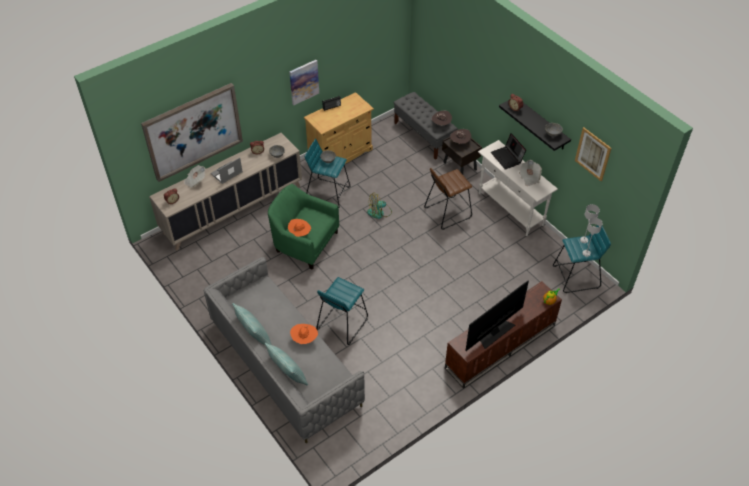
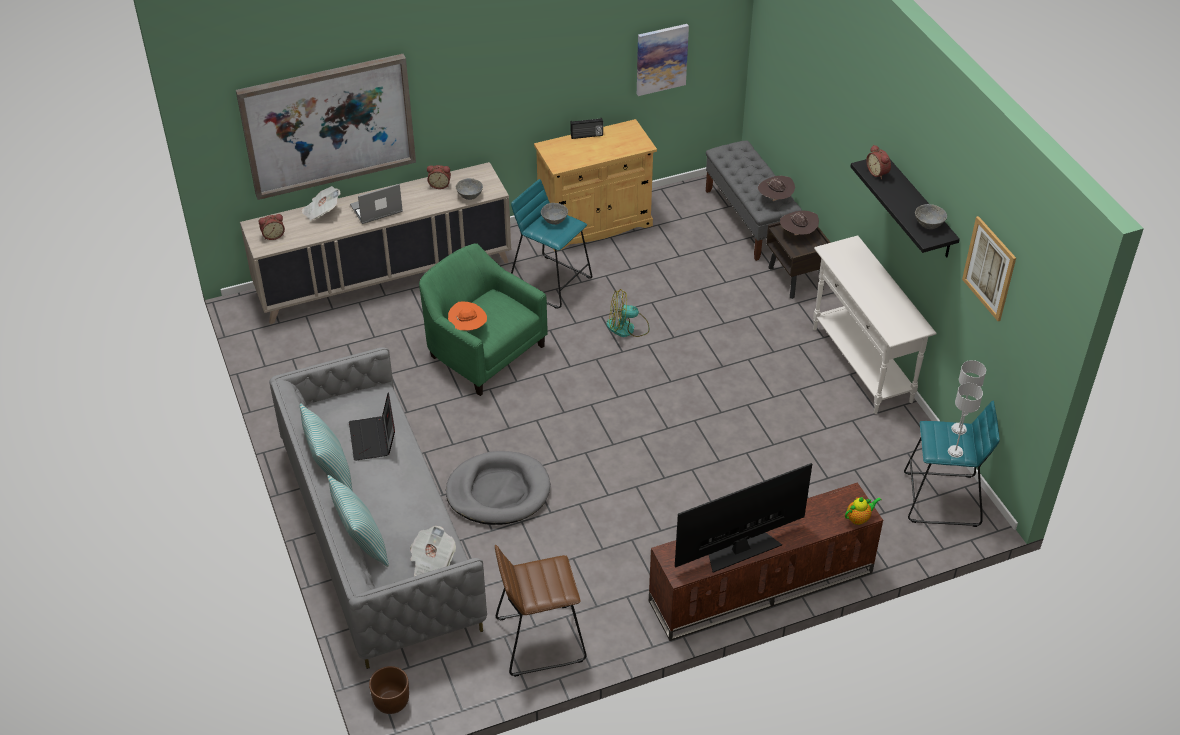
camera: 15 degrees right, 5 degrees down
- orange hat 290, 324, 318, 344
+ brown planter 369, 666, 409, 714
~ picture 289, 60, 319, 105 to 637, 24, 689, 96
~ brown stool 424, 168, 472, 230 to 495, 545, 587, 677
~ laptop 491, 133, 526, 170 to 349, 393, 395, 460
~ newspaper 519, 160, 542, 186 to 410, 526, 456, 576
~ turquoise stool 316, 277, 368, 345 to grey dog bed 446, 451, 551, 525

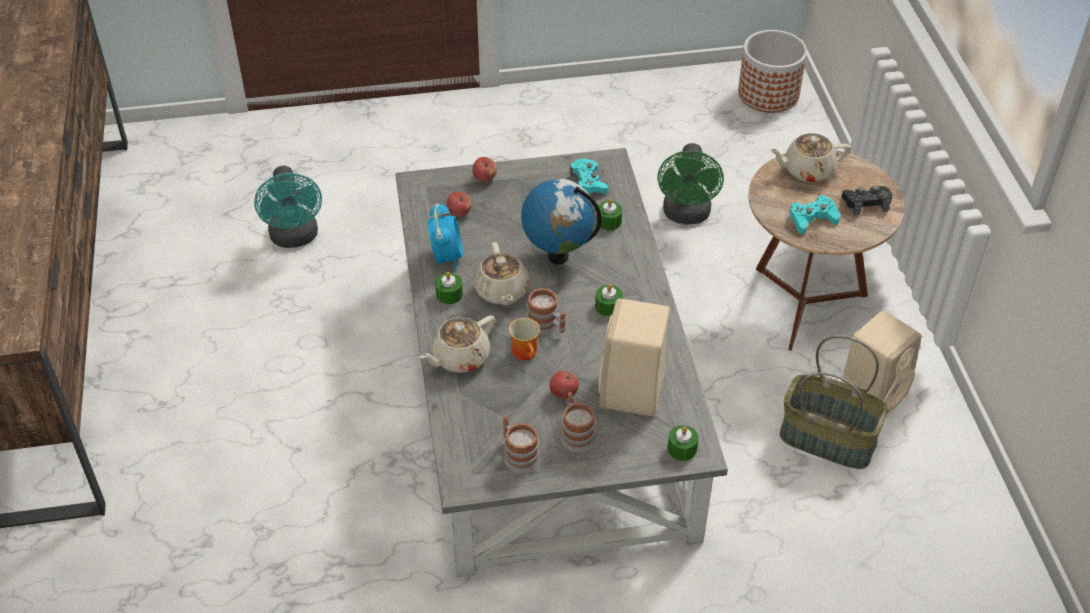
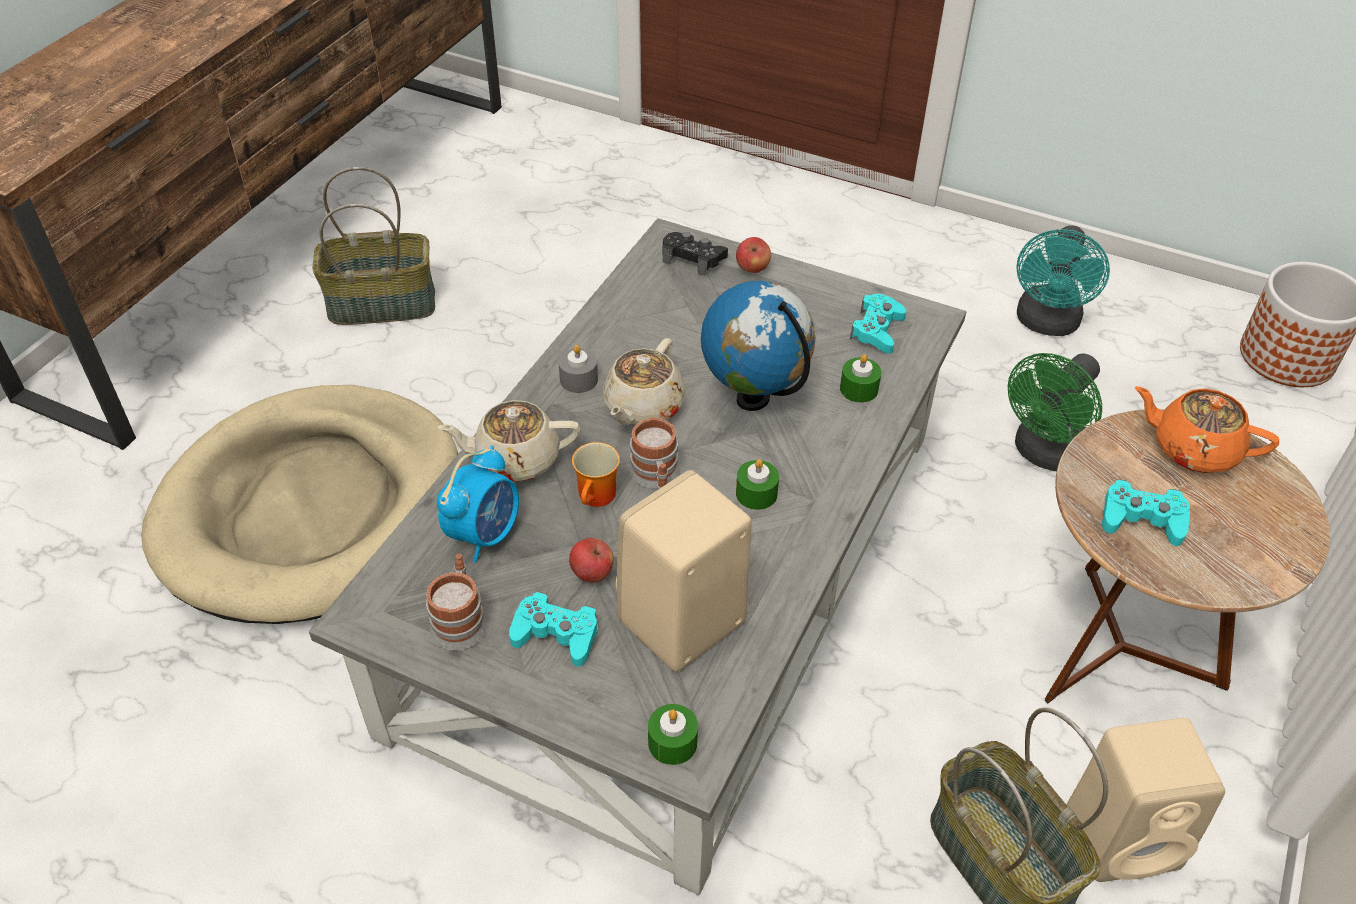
camera: 35 degrees right, 0 degrees up
- apple 447, 192, 472, 217
+ beige dog bed 141, 385, 458, 624
+ basket 312, 167, 435, 325
~ turquoise fan 254, 166, 322, 248 to 1016, 225, 1110, 336
~ alarm clock 428, 202, 463, 271 to 437, 446, 519, 563
~ black game controller 841, 186, 893, 215 to 662, 232, 728, 276
~ mug 560, 392, 596, 452 to turquoise game controller 509, 592, 598, 667
~ green candle 435, 272, 463, 304 to grey candle 558, 345, 598, 393
~ beige teapot 769, 133, 851, 182 to orange teapot 1134, 386, 1279, 473

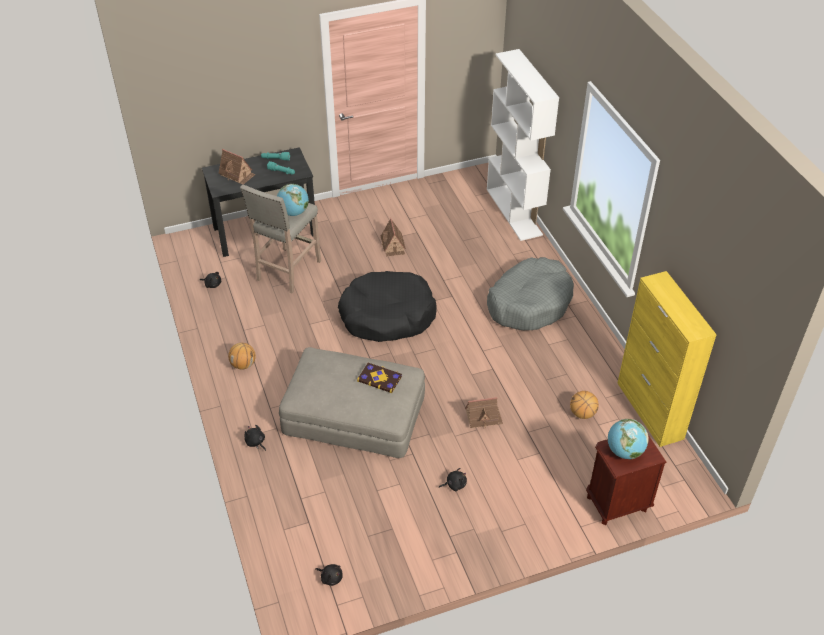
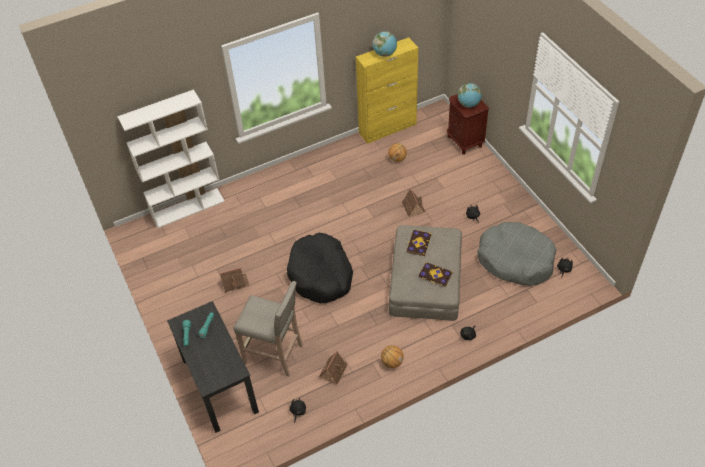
camera: 95 degrees left, 5 degrees up
+ book 418, 262, 453, 287
~ toy house 218, 149, 255, 185 to 319, 351, 348, 384
~ globe 277, 184, 309, 216 to 373, 31, 397, 57
~ grey dog bed 487, 257, 574, 330 to 477, 222, 557, 286

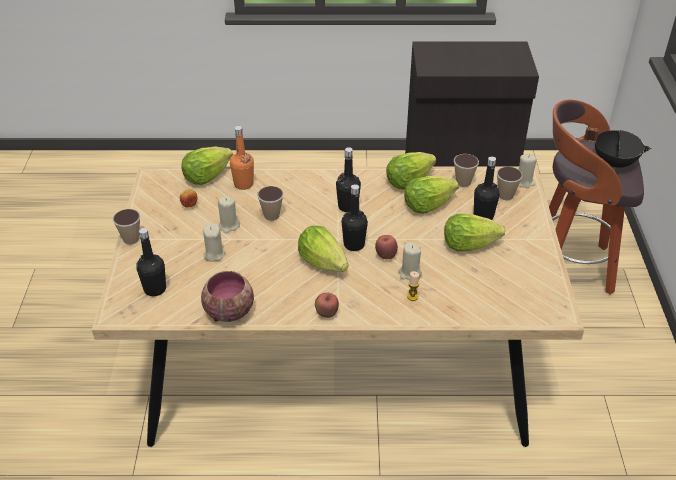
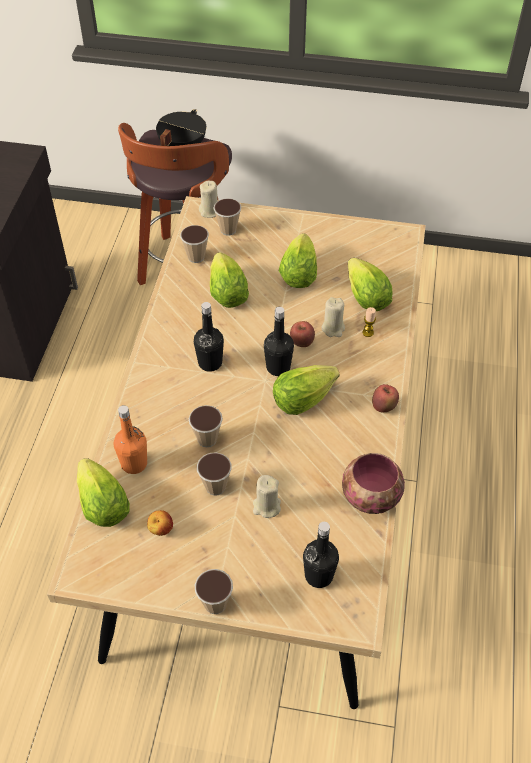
camera: 80 degrees left, 10 degrees up
- black bottle 474, 156, 500, 220
~ lettuce 386, 152, 436, 190 to 348, 258, 393, 311
~ beige candle 218, 196, 240, 233 to cup 197, 452, 232, 496

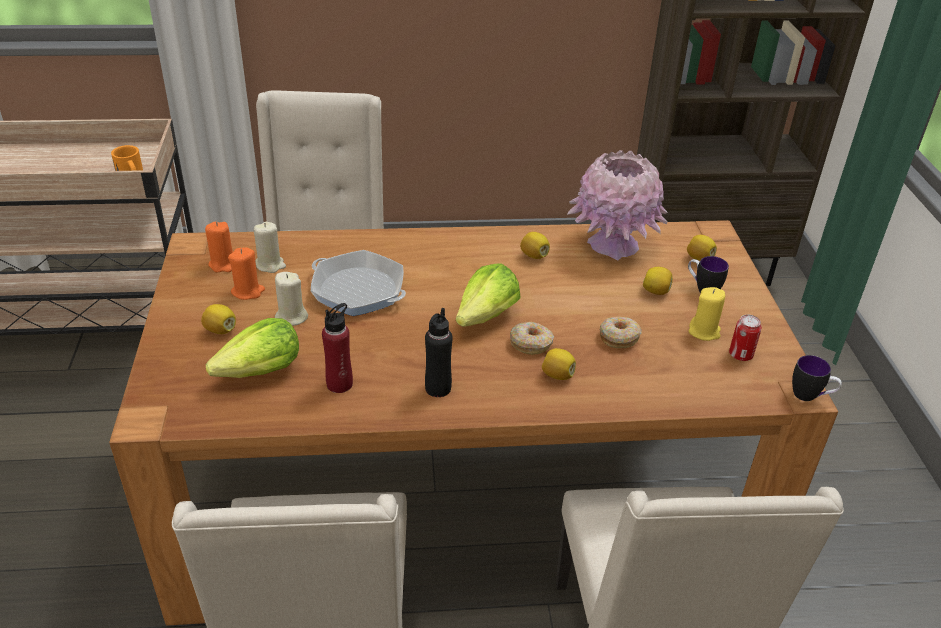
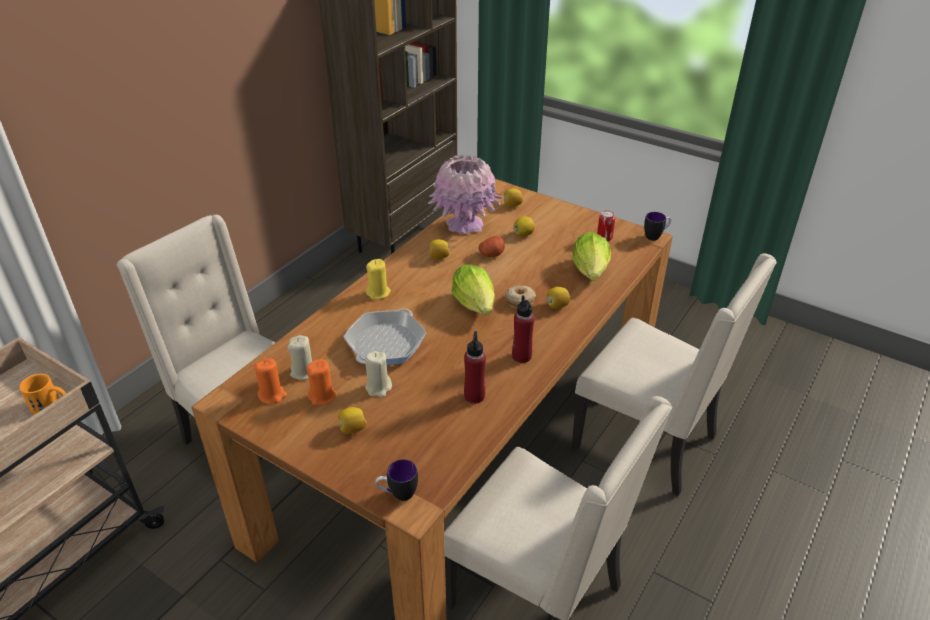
camera: 50 degrees left, 0 degrees up
- donut 600, 317, 642, 348
+ potato 479, 235, 505, 257
~ lettuce 206, 318, 299, 378 to 572, 232, 611, 280
~ mug 688, 256, 729, 293 to 375, 459, 418, 501
~ yellow candle 689, 287, 725, 341 to 366, 259, 391, 300
~ black bottle 425, 308, 452, 397 to red bottle 512, 295, 534, 363
~ frying pan 311, 250, 406, 316 = 343, 308, 427, 365 45 degrees counterclockwise

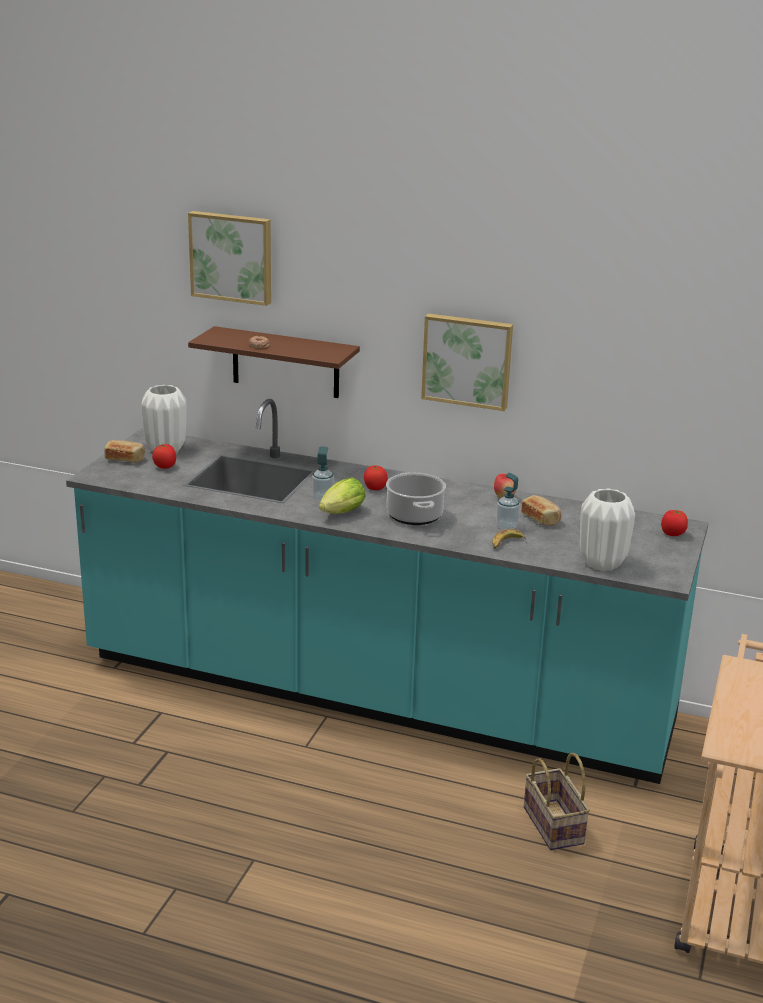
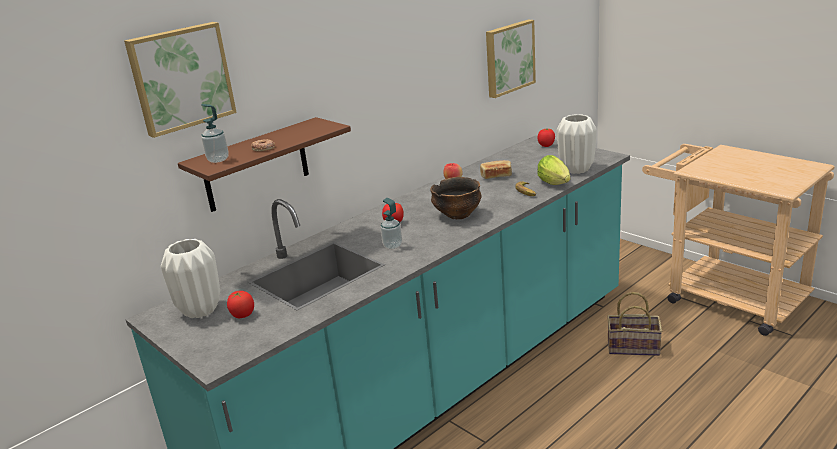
camera: 60 degrees left, 0 degrees up
- bread 104, 440, 145, 463
~ lettuce 319, 477, 366, 514 to 537, 155, 570, 185
~ picture 421, 313, 513, 411 to 486, 20, 536, 98
~ soap dispenser 496, 473, 520, 530 to 201, 104, 229, 163
~ cooking pot 386, 473, 446, 525 to bowl 430, 177, 481, 219

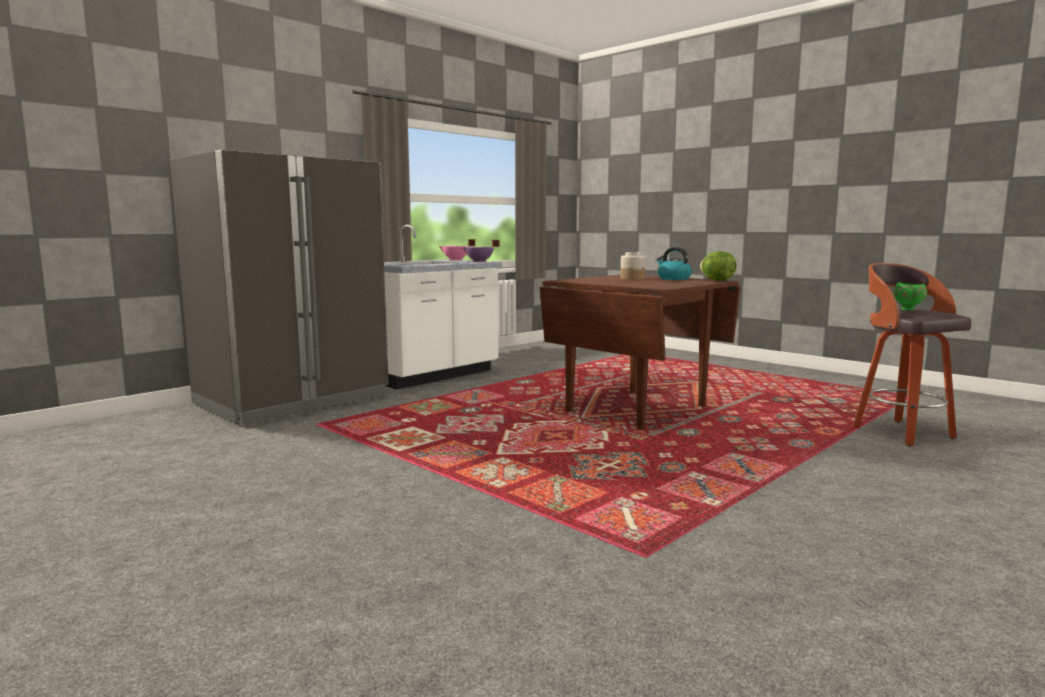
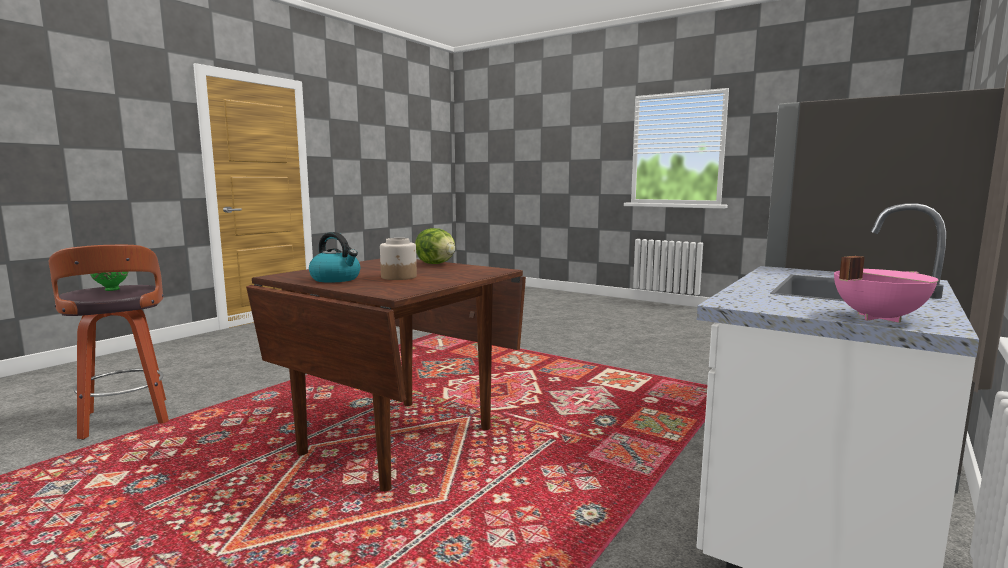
camera: 170 degrees right, 0 degrees up
- purple cooking pot 462, 240, 500, 262
~ lettuce 700, 251, 737, 281 to 415, 228, 455, 264

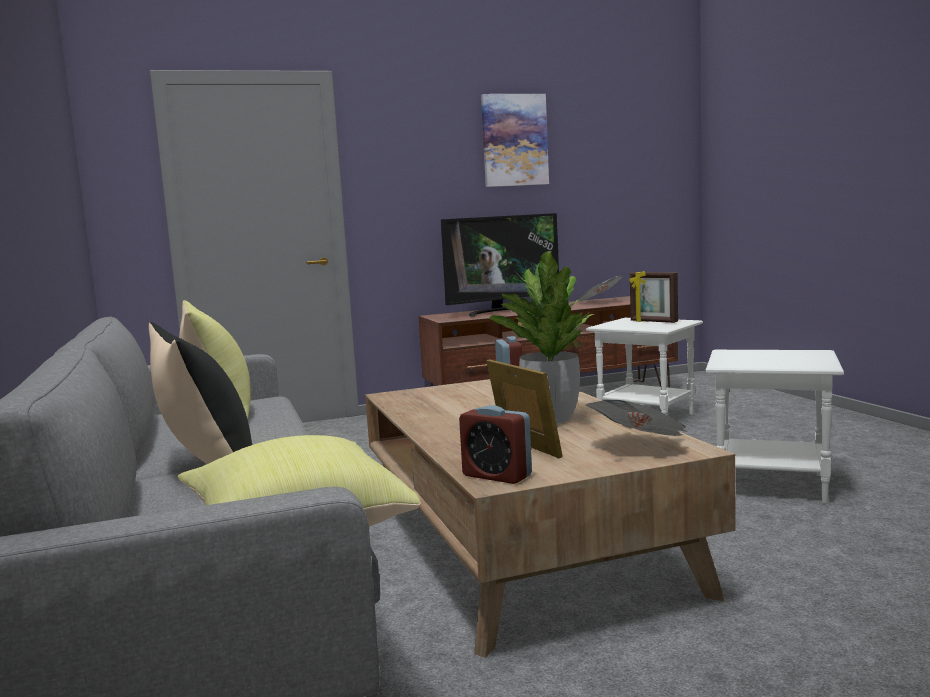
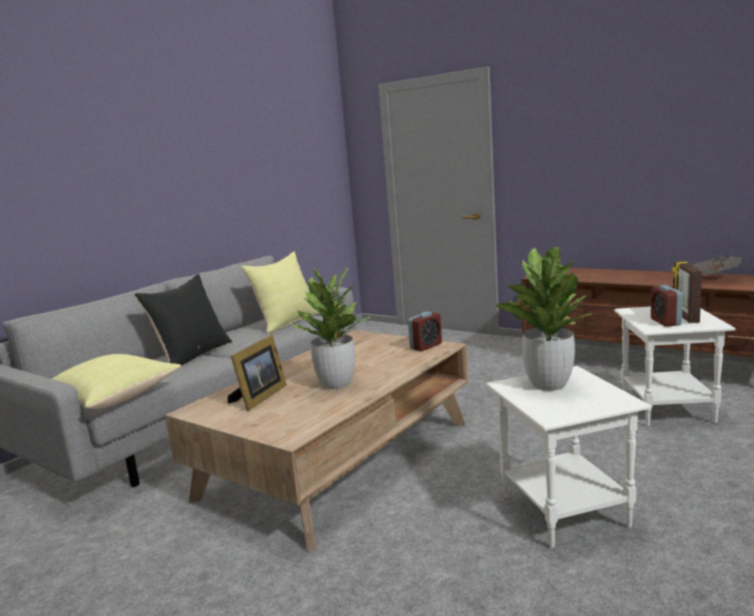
camera: 55 degrees right, 5 degrees up
- television 441, 213, 559, 317
- picture 481, 94, 549, 187
- newspaper 586, 400, 687, 436
+ potted plant 495, 247, 592, 391
~ alarm clock 459, 405, 532, 484 to 651, 285, 683, 327

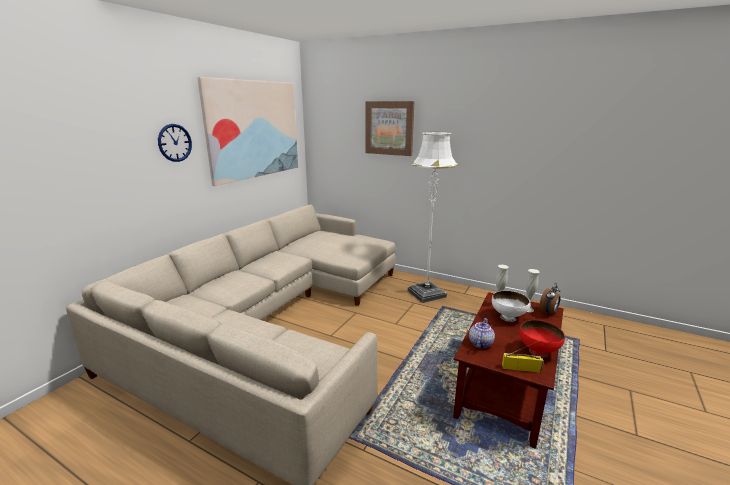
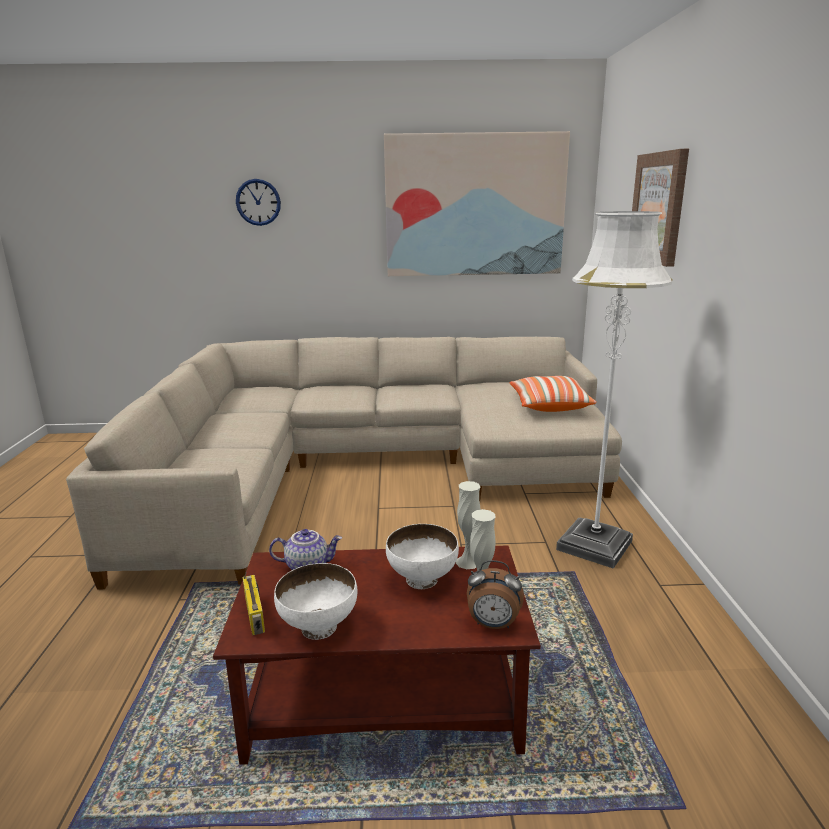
camera: 60 degrees right, 0 degrees up
+ pillow 509, 376, 596, 412
~ wall clock 158, 124, 192, 162 to 236, 179, 281, 226
~ red bowl 519, 320, 565, 358 to white bowl 274, 563, 358, 640

